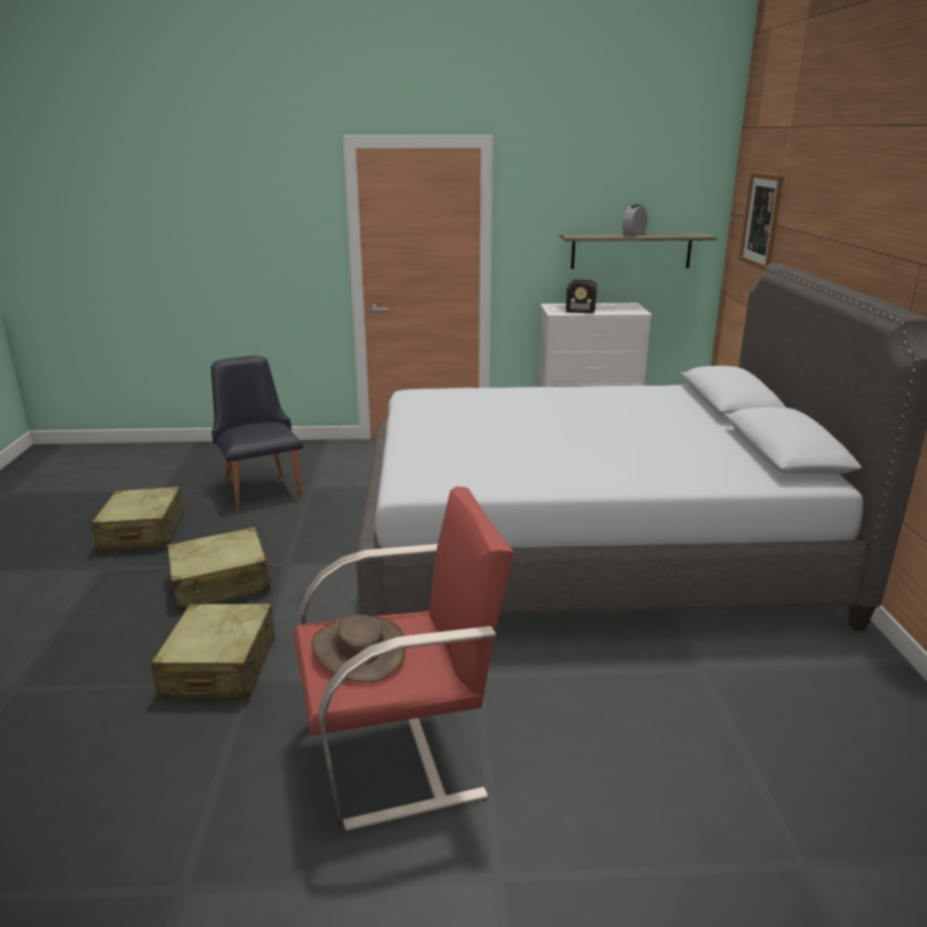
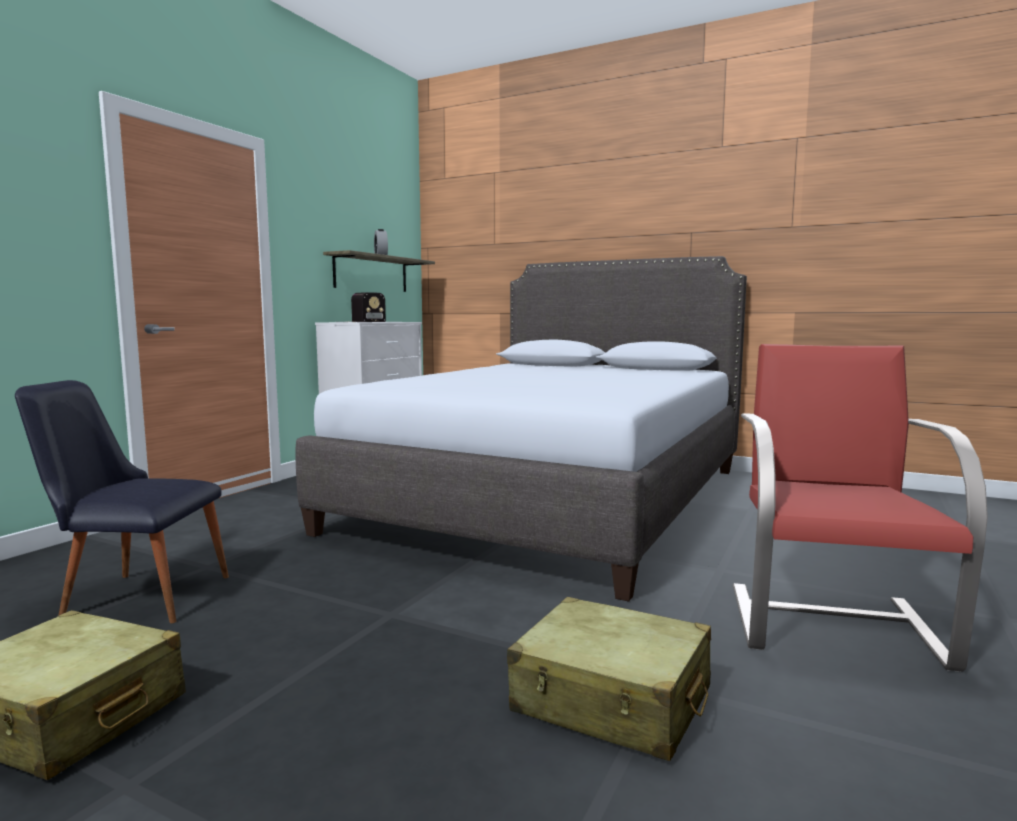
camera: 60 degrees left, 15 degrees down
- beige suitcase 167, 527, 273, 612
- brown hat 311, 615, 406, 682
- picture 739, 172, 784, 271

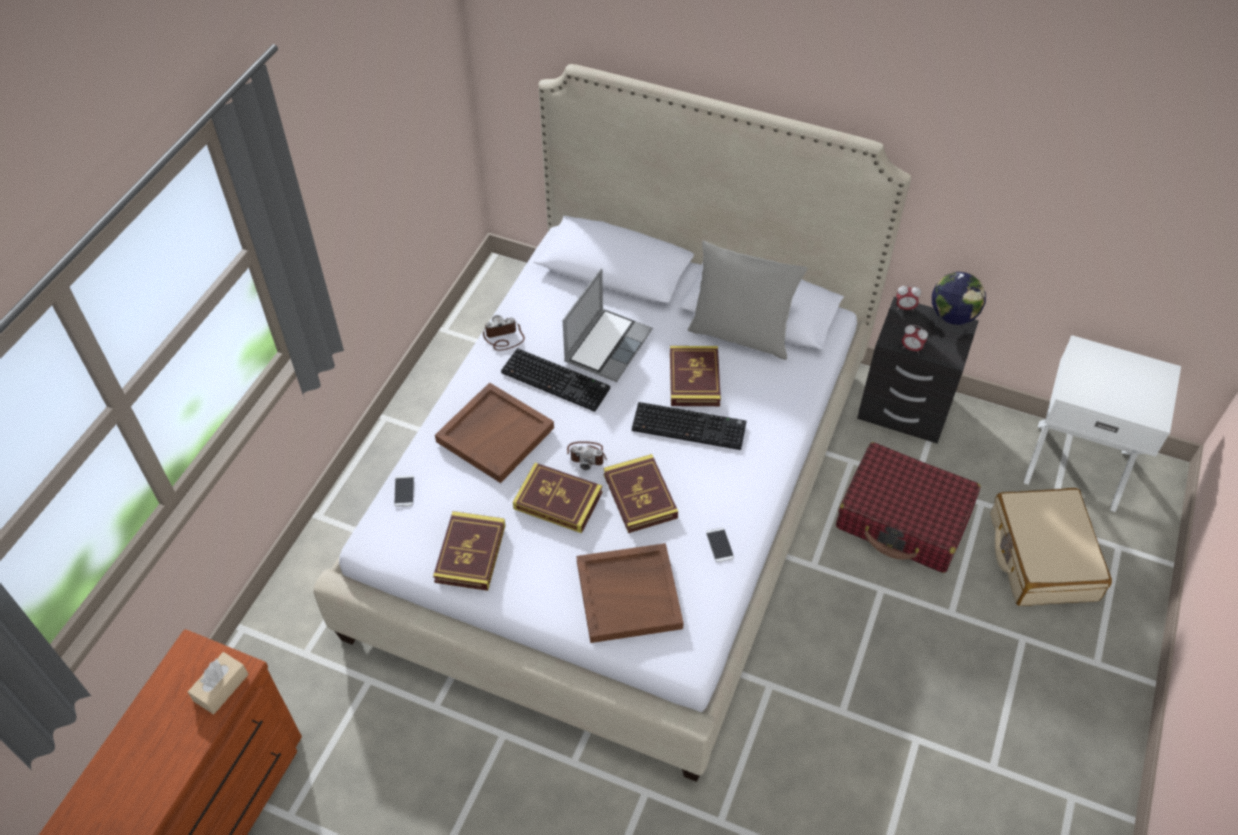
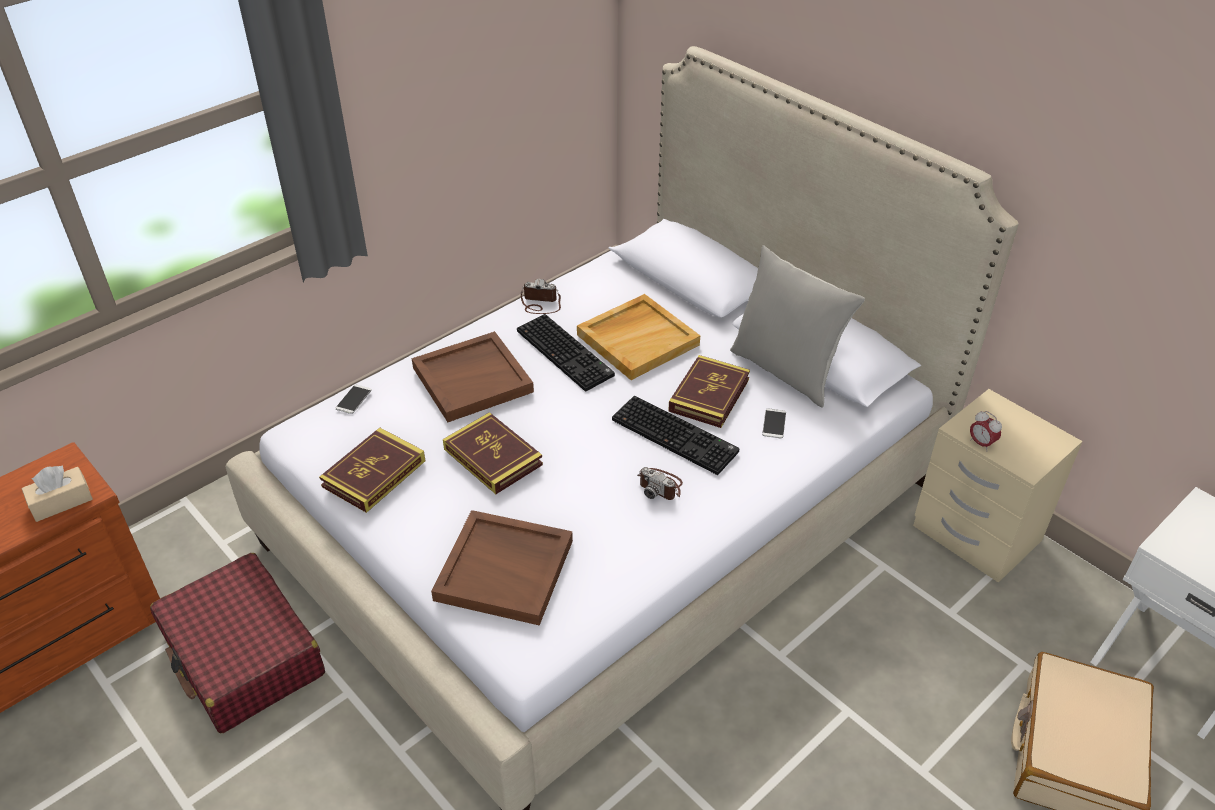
camera: 25 degrees right, 10 degrees down
- book 604, 454, 678, 533
- alarm clock 896, 285, 921, 312
- globe 932, 272, 986, 342
~ photo camera 566, 441, 607, 470 to 638, 467, 683, 500
~ phone 706, 527, 734, 562 to 762, 408, 786, 438
~ red suitcase 836, 442, 981, 573 to 150, 553, 325, 733
~ laptop 563, 268, 652, 382 to beige tray 577, 294, 700, 380
~ black nightstand 857, 296, 979, 443 to beige nightstand 913, 389, 1083, 583

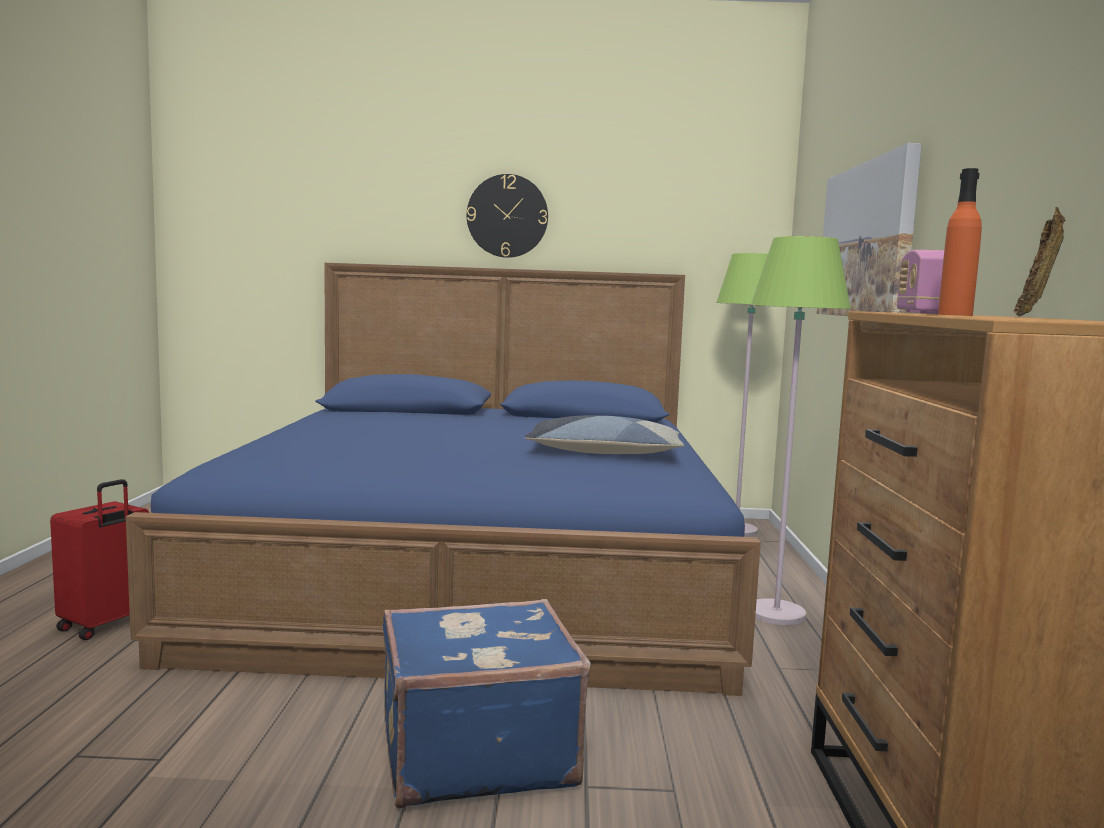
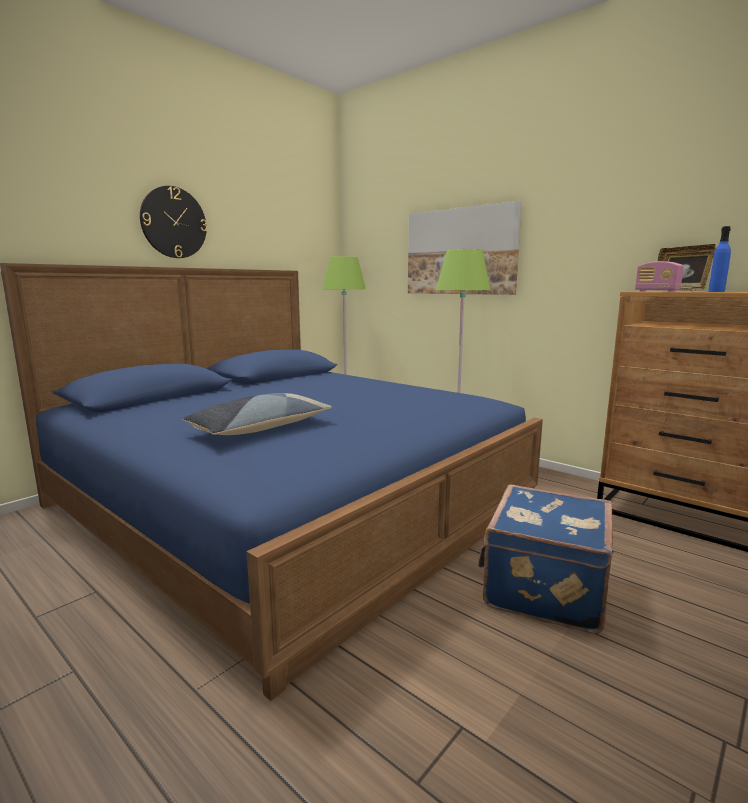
camera: 50 degrees left, 5 degrees up
- red suitcase 50, 479, 149, 640
~ pillow 525, 415, 684, 454 to 182, 393, 332, 435
~ orange bottle 938, 168, 982, 316 to blue bottle 708, 226, 731, 292

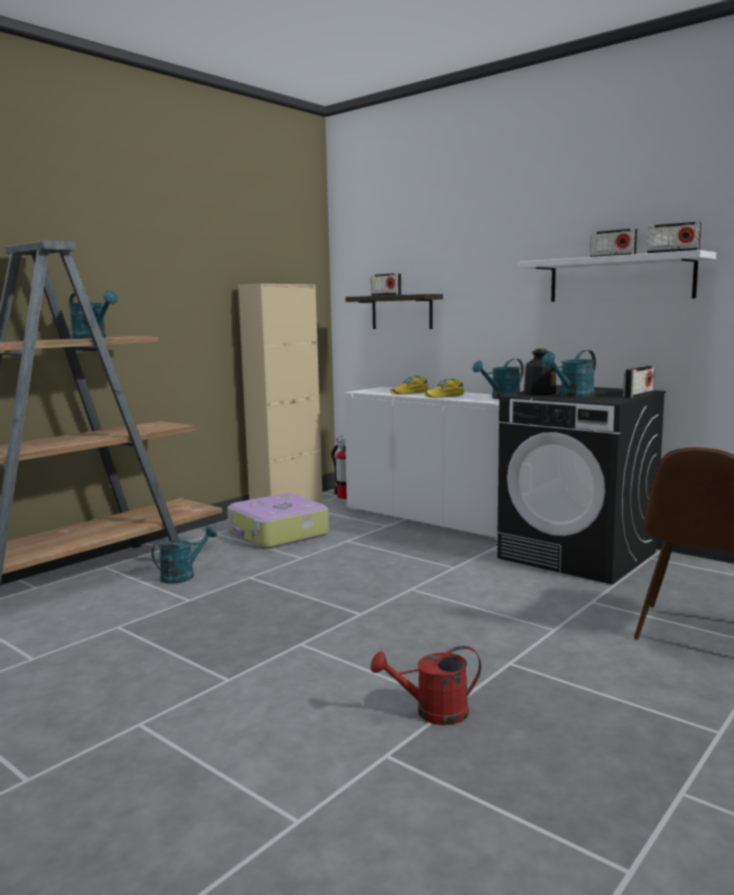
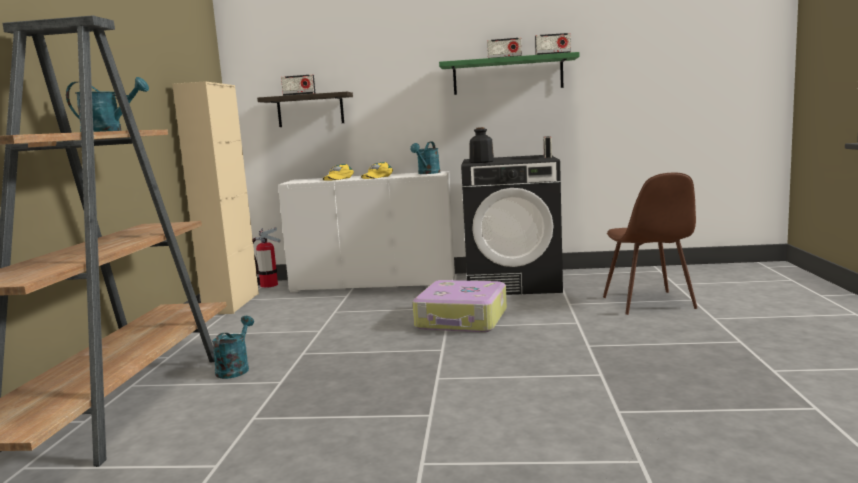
camera: 35 degrees left, 0 degrees up
- red watering can 371, 646, 481, 725
- turquoise watering can 542, 350, 596, 398
~ suitcase 227, 493, 329, 549 to 412, 280, 507, 332
~ white shelf 518, 250, 716, 302 to green shelf 439, 52, 580, 95

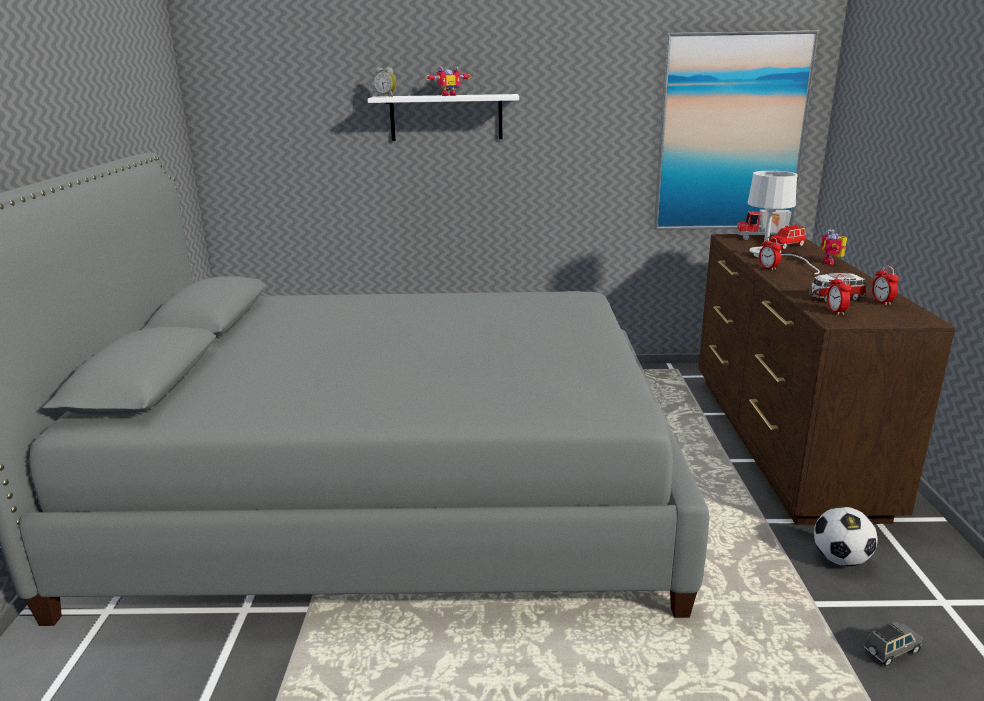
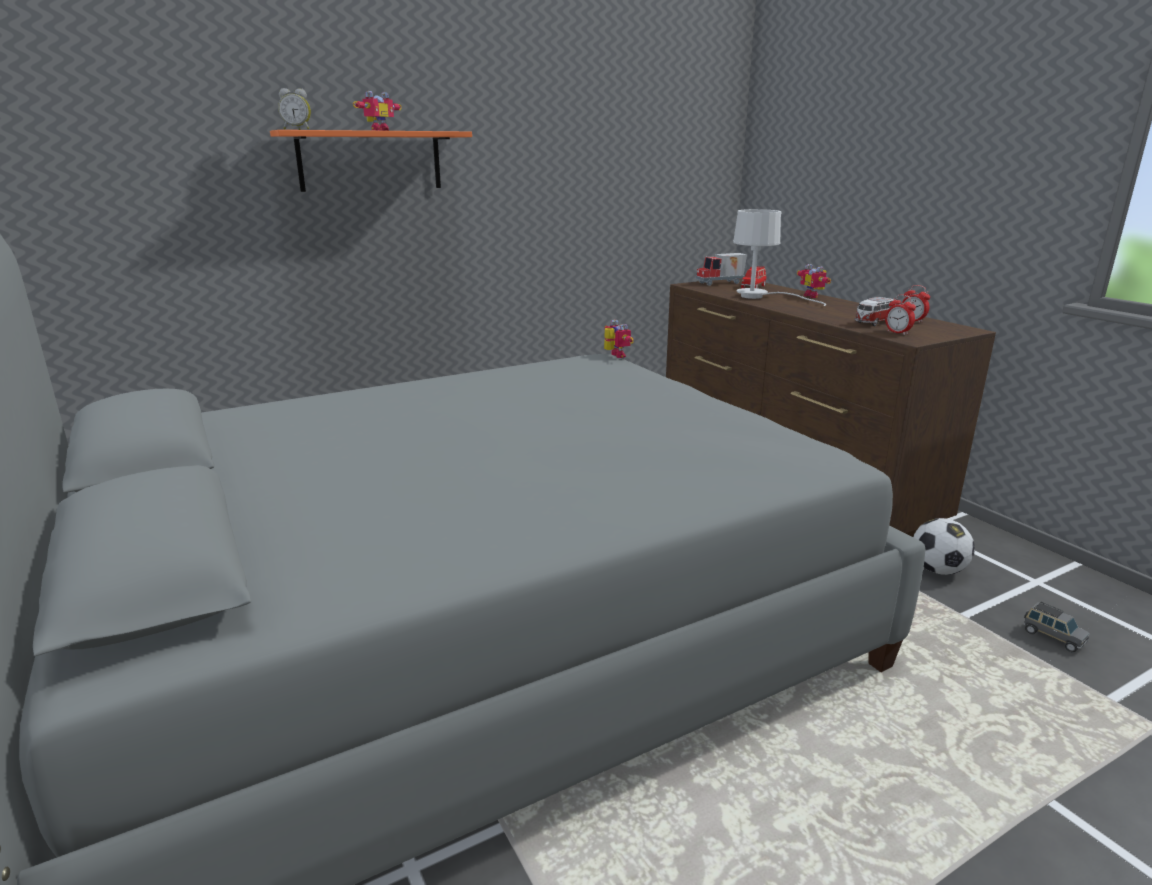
camera: 30 degrees left, 0 degrees up
- picture 654, 30, 819, 230
- alarm clock 759, 236, 781, 270
+ toy robot 604, 320, 634, 358
~ white shelf 367, 94, 519, 141 to orange shelf 270, 130, 472, 192
~ grey toy car 864, 622, 922, 667 = 1024, 602, 1090, 652 105 degrees clockwise

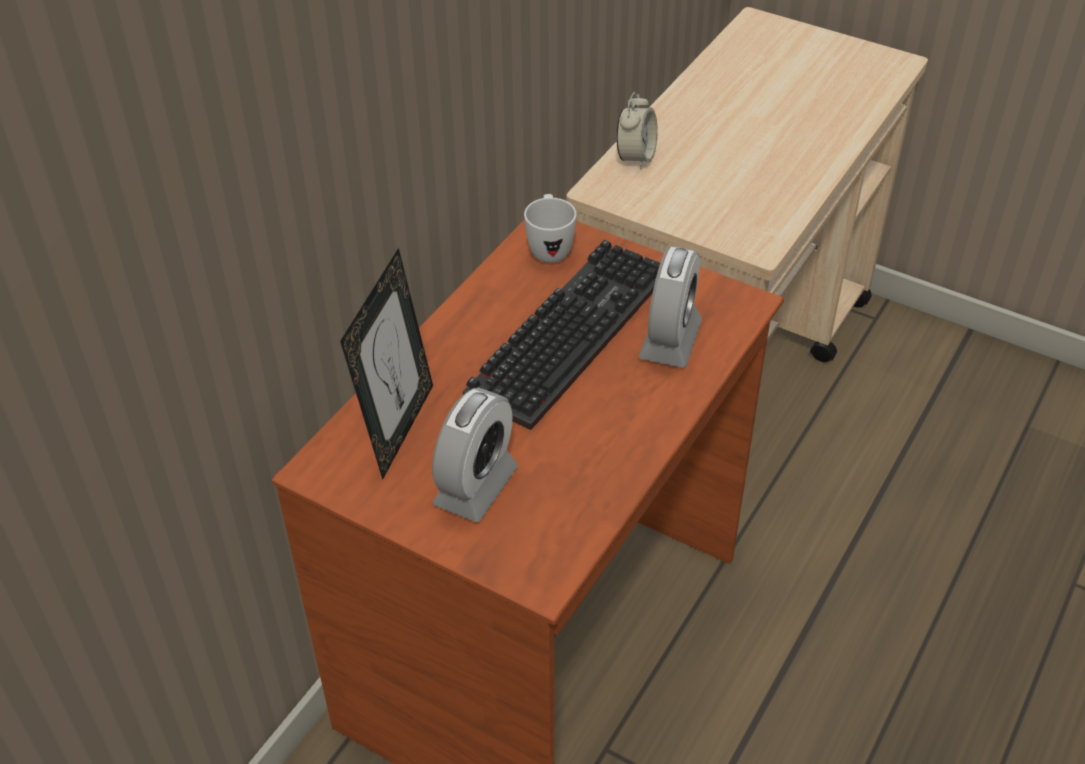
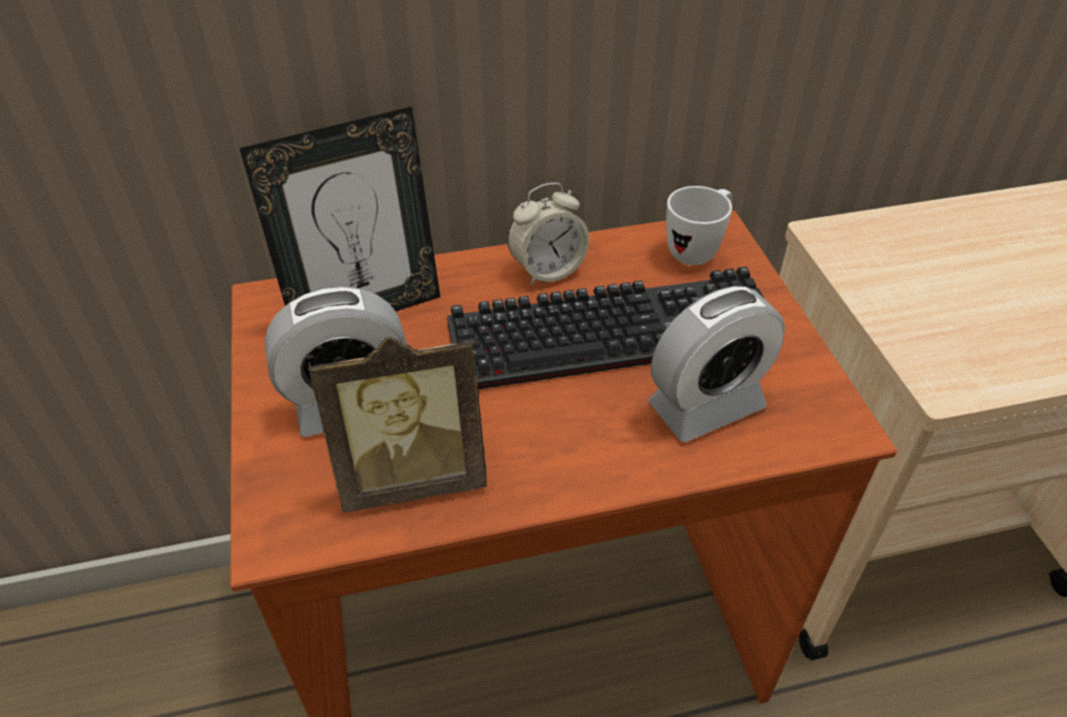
camera: 45 degrees right, 0 degrees up
+ picture frame 309, 337, 487, 513
~ alarm clock 616, 92, 658, 170 to 507, 183, 589, 285

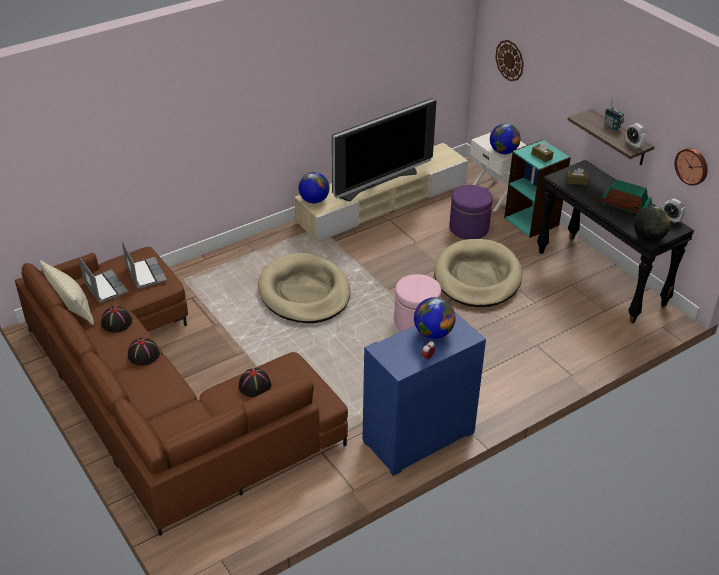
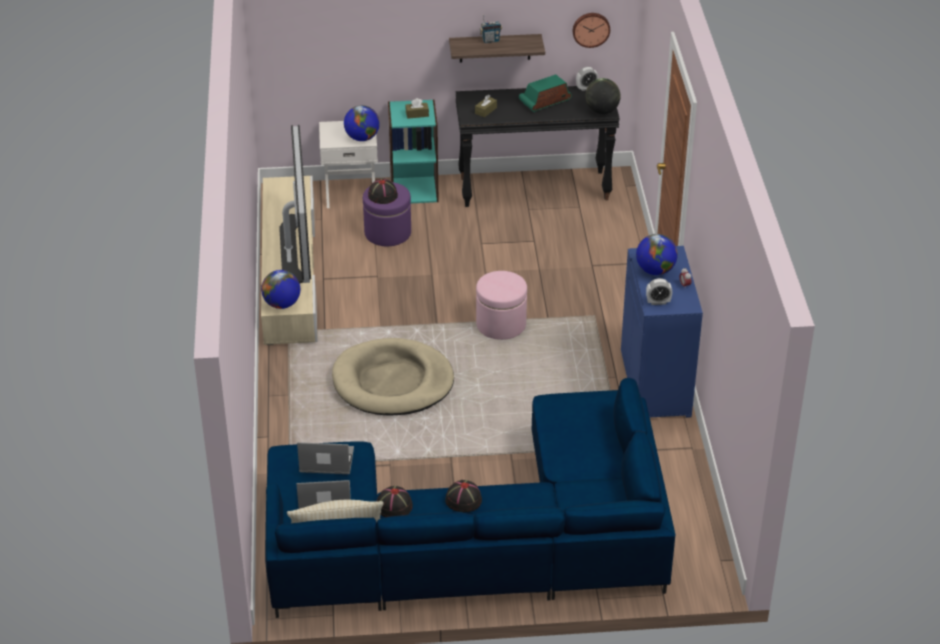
camera: 60 degrees left, 0 degrees up
- beige dog bed 434, 239, 522, 307
- wall clock 495, 40, 524, 81
~ black hat 239, 368, 272, 397 to 368, 179, 398, 204
~ alarm clock 625, 123, 647, 149 to 646, 278, 672, 305
~ brown sofa 15, 247, 348, 536 to blue sofa 265, 378, 675, 618

